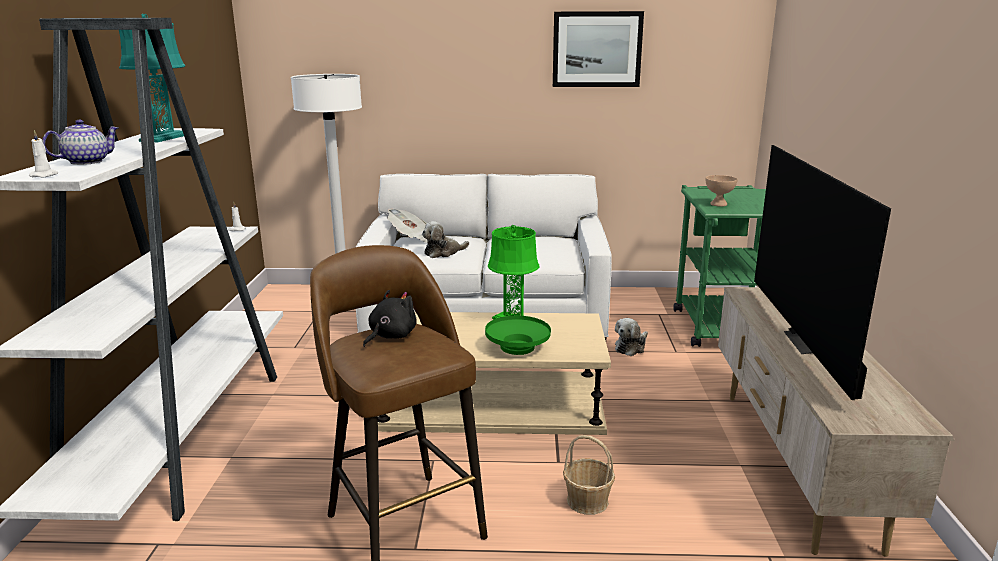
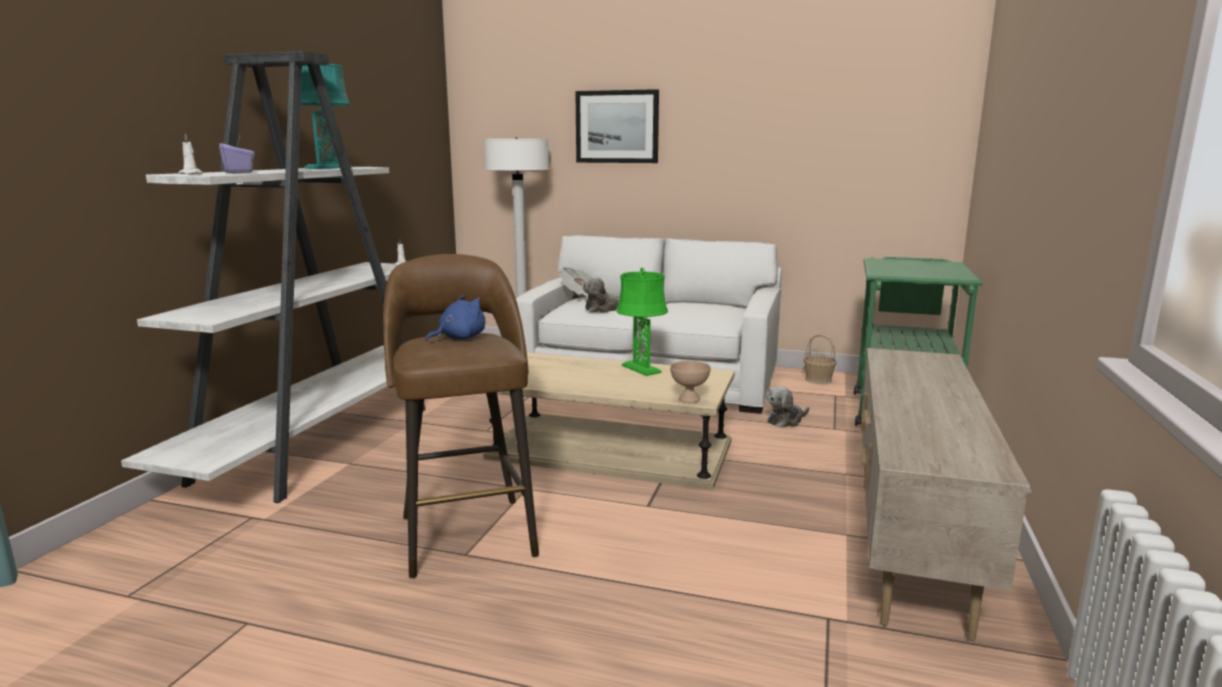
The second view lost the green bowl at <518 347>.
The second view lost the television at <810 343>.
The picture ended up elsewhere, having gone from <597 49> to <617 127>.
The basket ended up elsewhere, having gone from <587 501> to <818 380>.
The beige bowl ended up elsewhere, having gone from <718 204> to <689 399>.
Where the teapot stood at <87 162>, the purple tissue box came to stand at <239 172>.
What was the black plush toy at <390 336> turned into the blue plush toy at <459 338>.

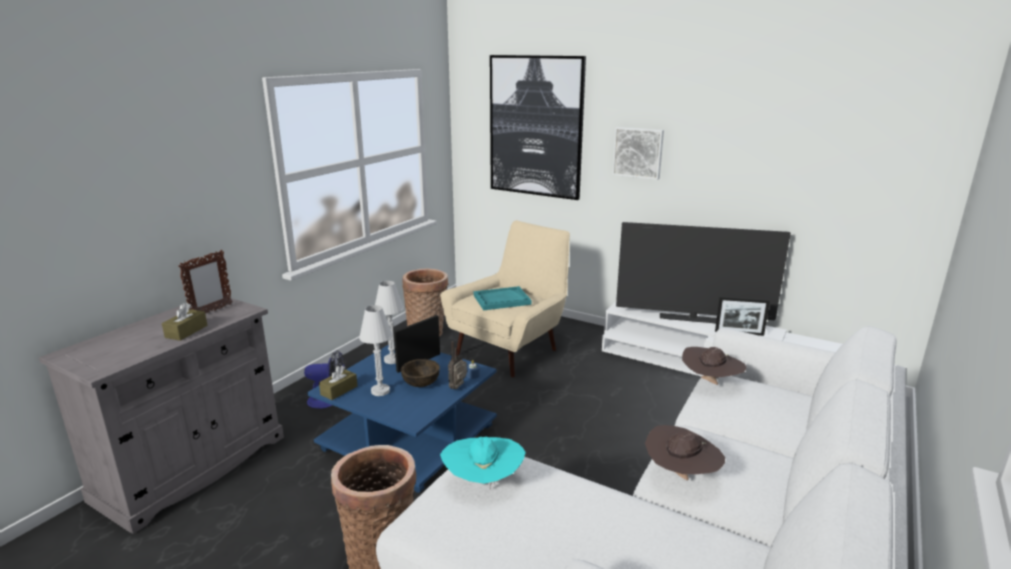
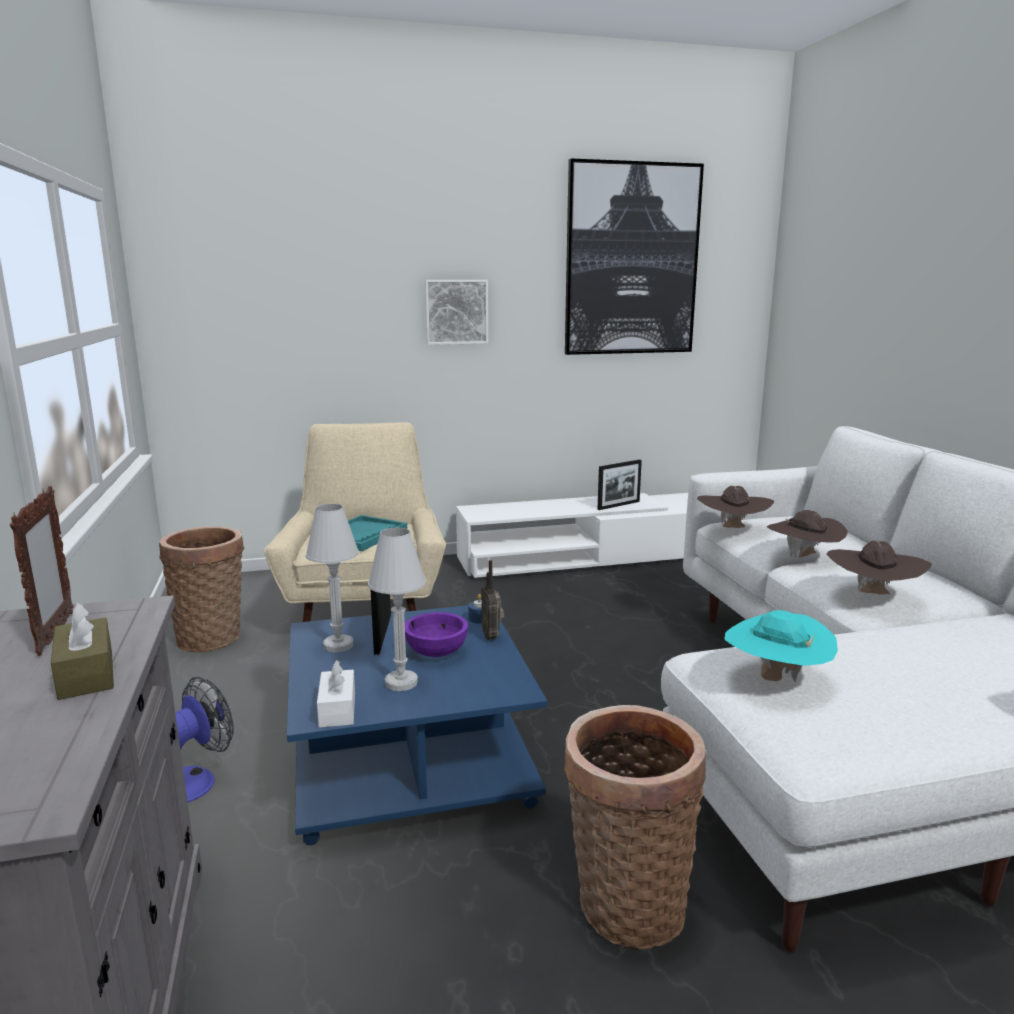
The second view lost the television at <692 319>.
The second view gained the brown hat at <803 558>.
The picture ended up elsewhere, having gone from <536 127> to <631 260>.
What was the brown tissue box at <339 390> turned into the white tissue box at <337 709>.
What was the brown bowl at <421 383> turned into the purple bowl at <437 652>.

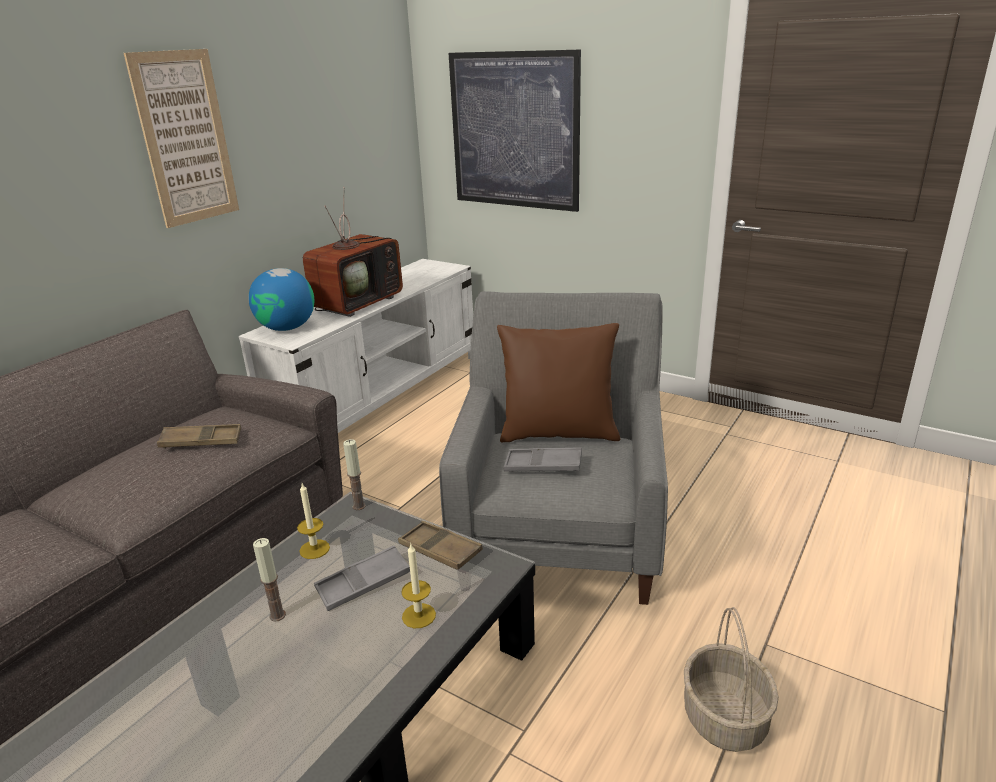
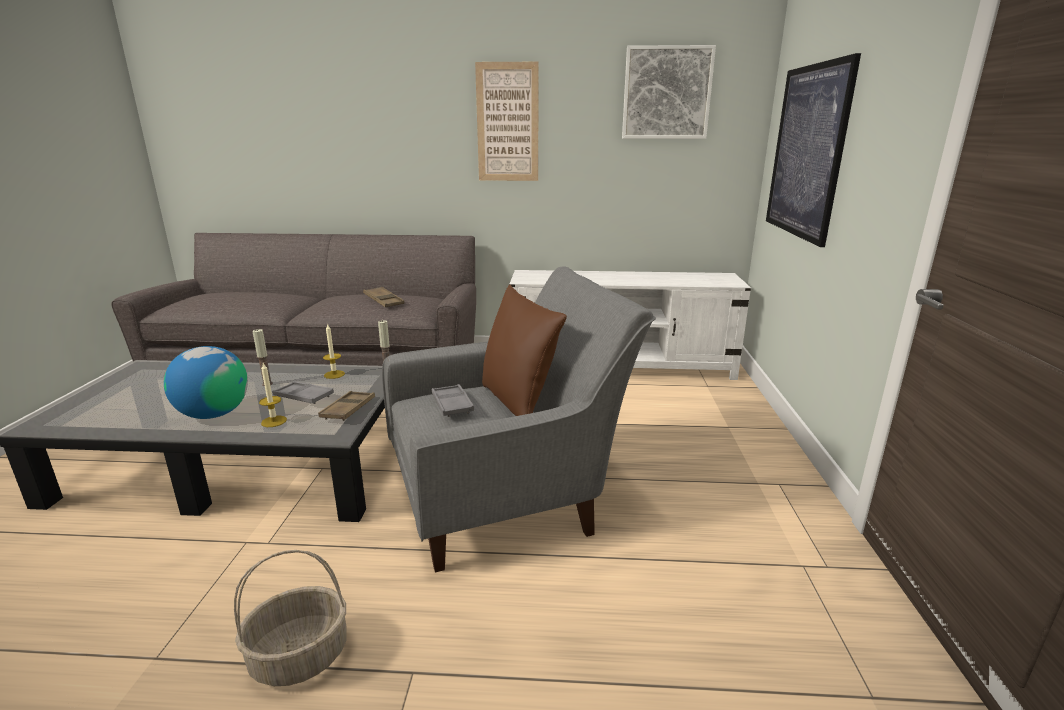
The second view lost the television at <358 302>.
The second view gained the picture at <666 93>.
The globe ended up elsewhere, having gone from <287 328> to <214 414>.

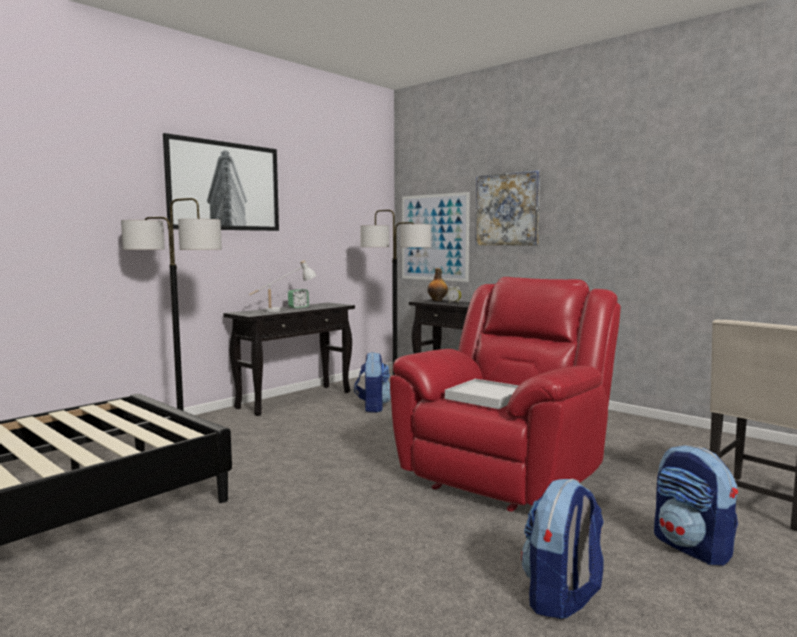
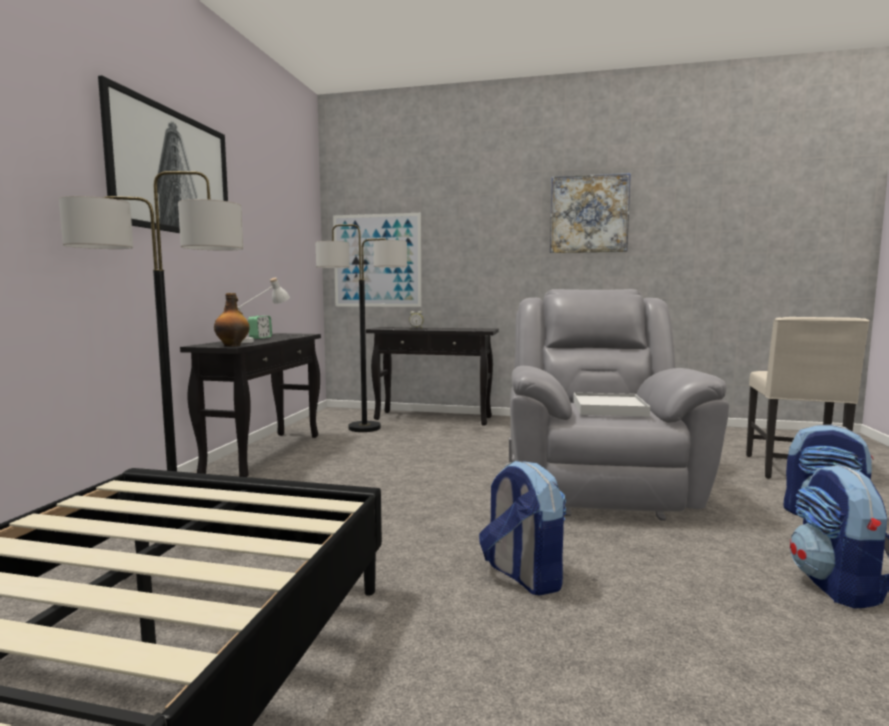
The backpack ended up elsewhere, having gone from <373 407> to <522 575>.
The bottle ended up elsewhere, having gone from <437 300> to <233 345>.
The picture ended up elsewhere, having gone from <507 209> to <589 214>.
What was the red armchair at <506 471> turned into the grey armchair at <597 485>.

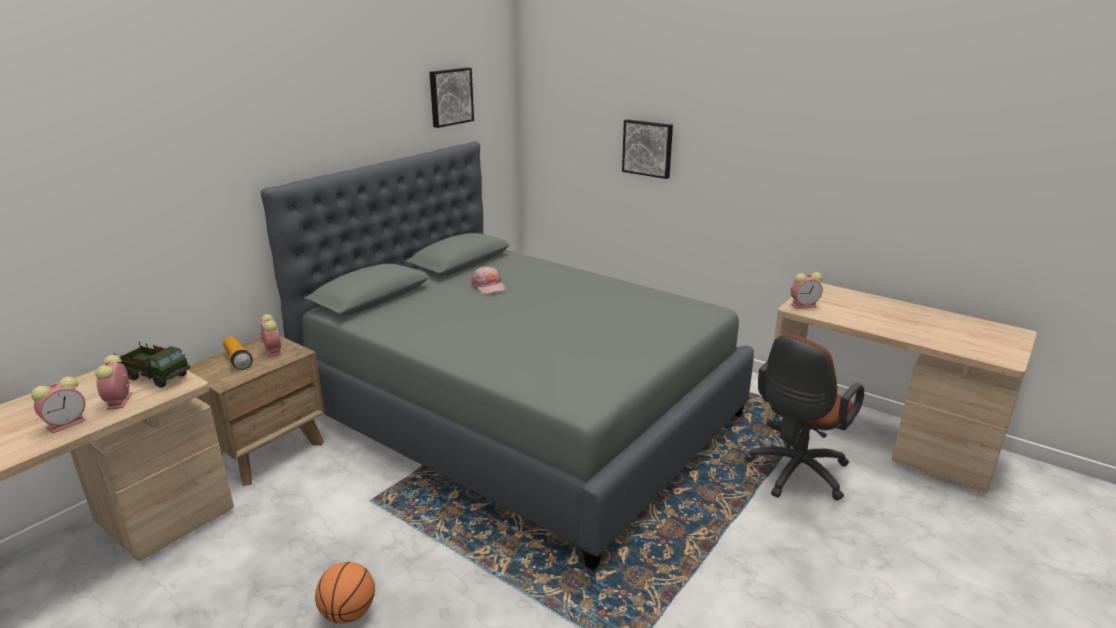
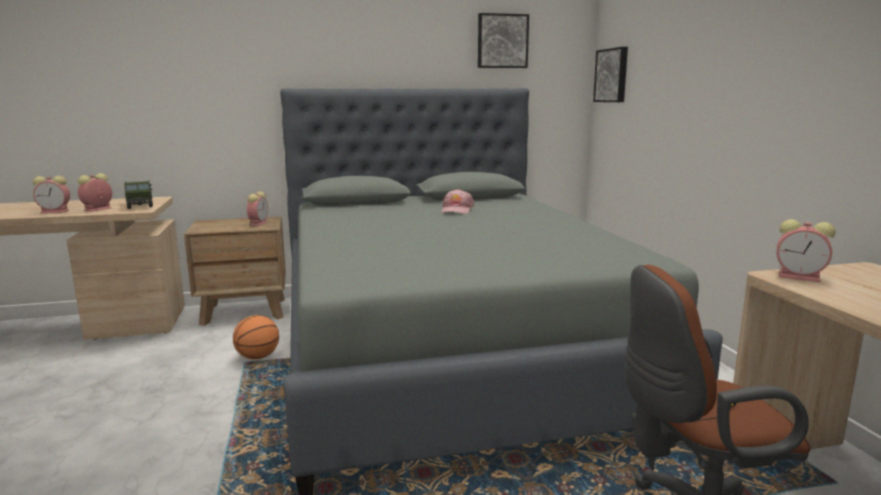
The second view lost the flashlight at <238 360>.
The basketball ended up elsewhere, having gone from <348 613> to <258 357>.
The picture ended up elsewhere, having gone from <648 148> to <612 75>.

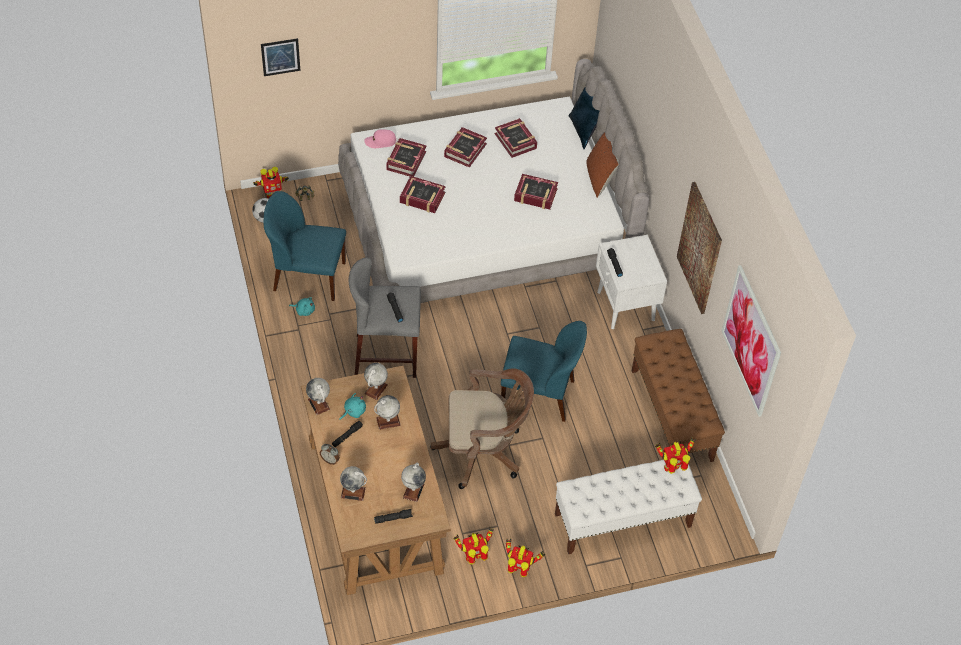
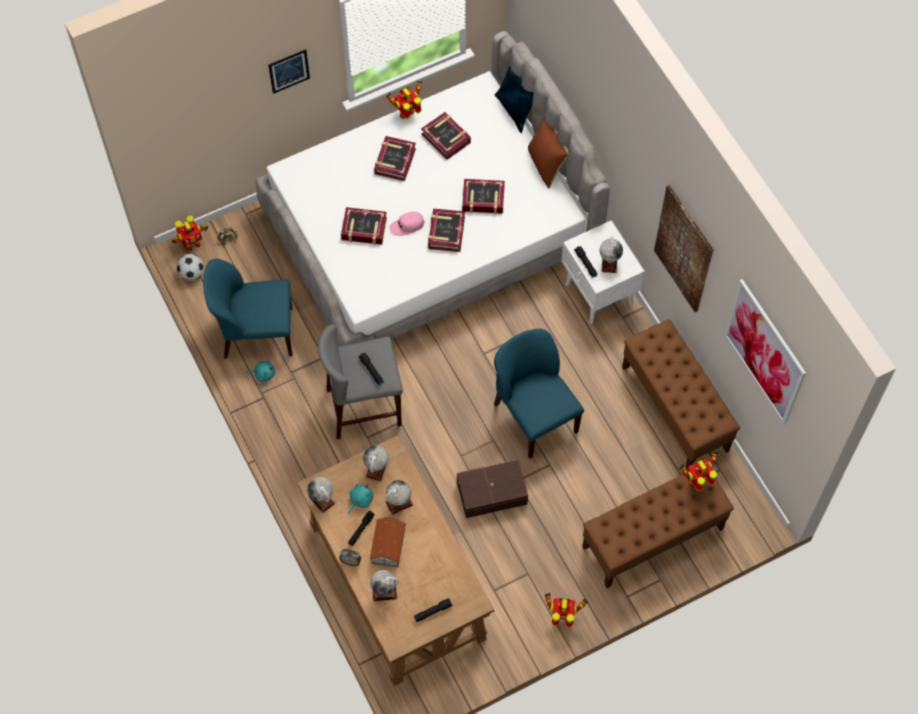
The second view gained the toy house at <387 546>.
The picture ended up elsewhere, having gone from <280 57> to <289 71>.
The pink cap ended up elsewhere, having gone from <380 141> to <407 225>.
The book ended up elsewhere, having gone from <406 160> to <446 233>.
The globe ended up elsewhere, having gone from <413 490> to <609 263>.
The toy robot ended up elsewhere, having gone from <474 558> to <408 114>.
Where the brown office chair stood at <483 451>, the brown storage box came to stand at <492 494>.
What was the white bench at <622 520> turned into the brown bench at <652 538>.
The blue chair at <539 395> ended up facing another way, 120 degrees counterclockwise from before.

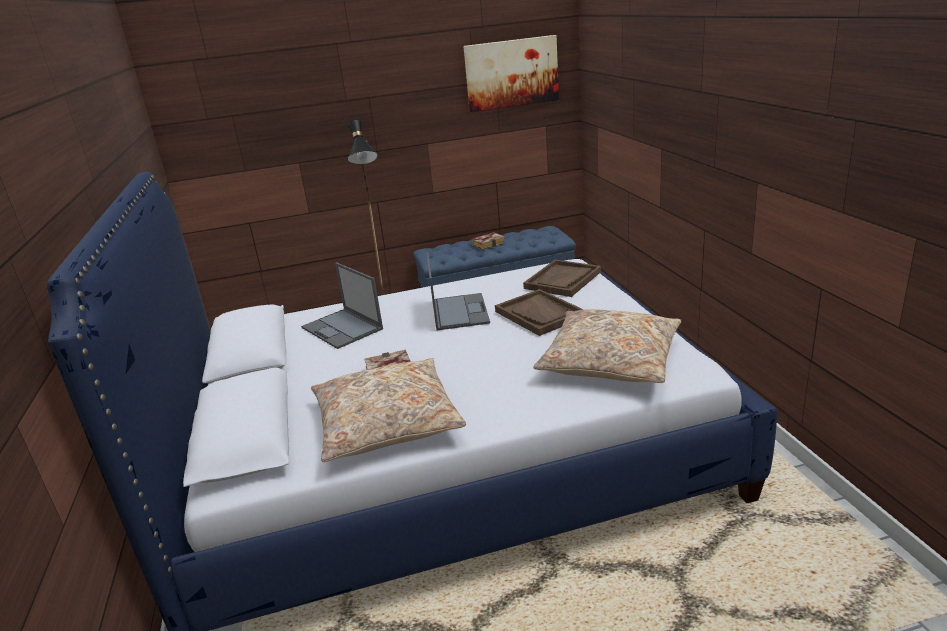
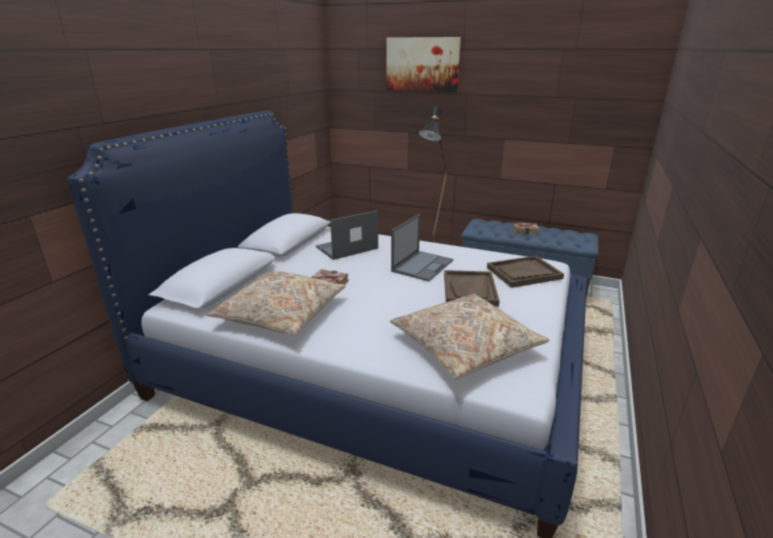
The picture ended up elsewhere, having gone from <511 73> to <422 64>.
The laptop at <343 328> ended up facing another way, 60 degrees clockwise from before.

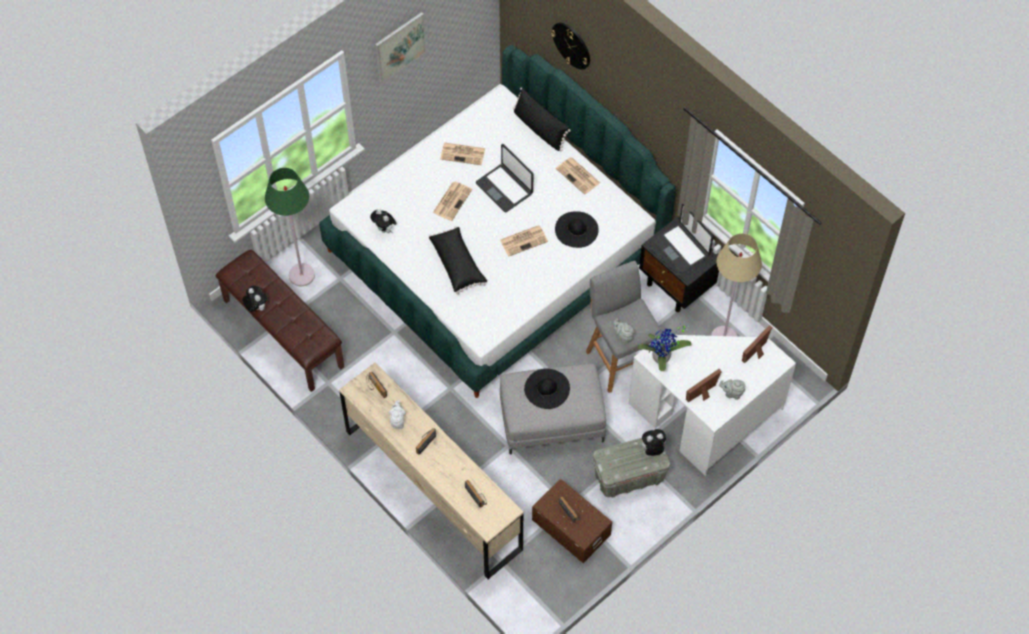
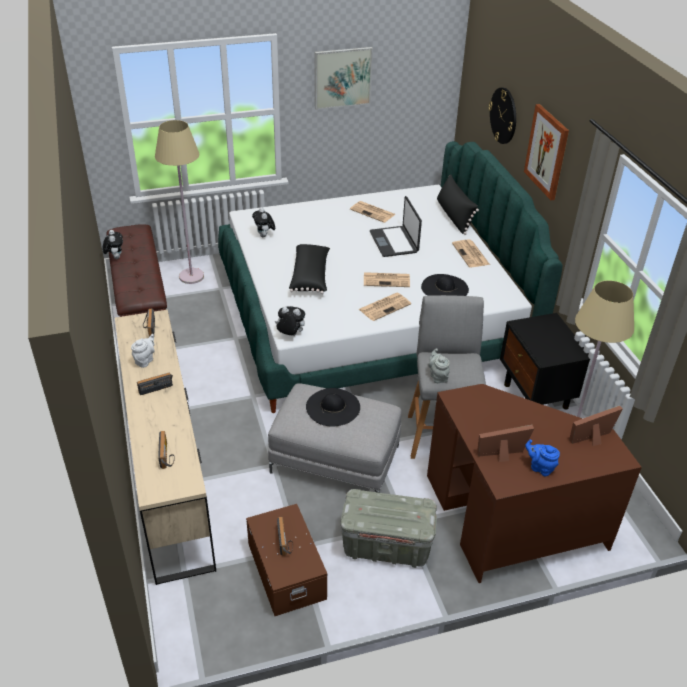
The second view lost the potted plant at <662 359>.
The second view lost the laptop at <681 248>.
The second view gained the picture at <547 152>.
The newspaper ended up elsewhere, having gone from <452 200> to <385 306>.
The plush toy ended up elsewhere, having gone from <652 450> to <290 335>.
What was the green floor lamp at <302 275> turned into the beige floor lamp at <191 276>.
What was the white desk at <706 416> turned into the brown desk at <510 522>.
What was the grey teapot at <732 393> turned into the blue teapot at <540 467>.

